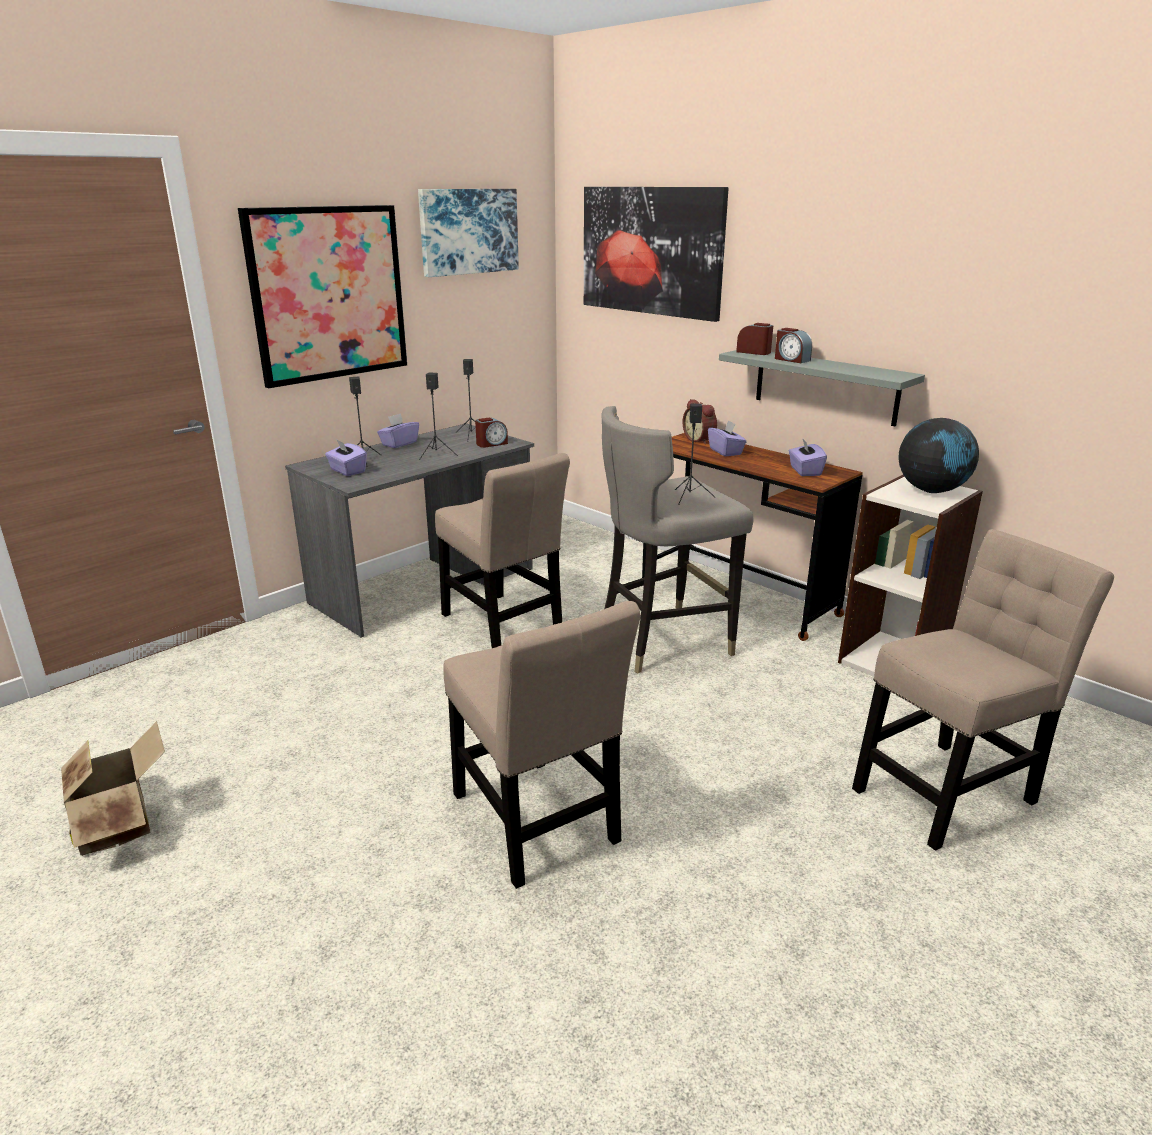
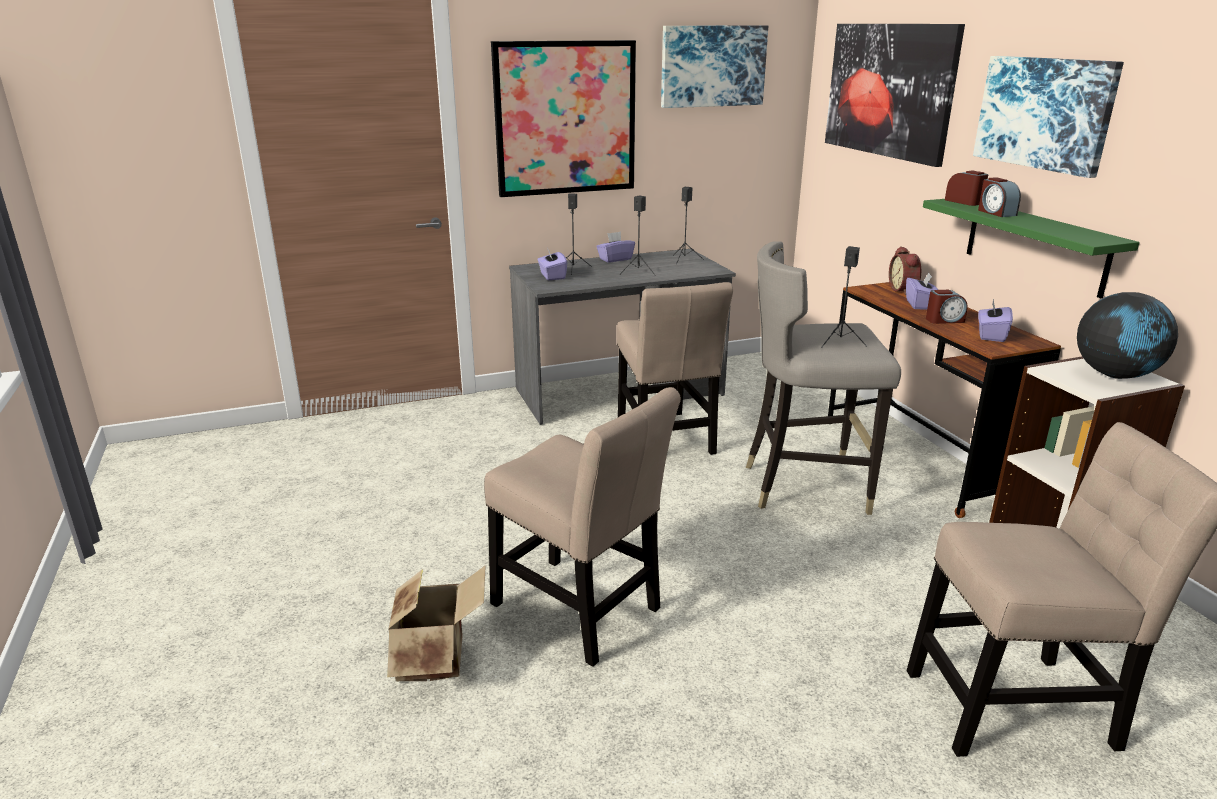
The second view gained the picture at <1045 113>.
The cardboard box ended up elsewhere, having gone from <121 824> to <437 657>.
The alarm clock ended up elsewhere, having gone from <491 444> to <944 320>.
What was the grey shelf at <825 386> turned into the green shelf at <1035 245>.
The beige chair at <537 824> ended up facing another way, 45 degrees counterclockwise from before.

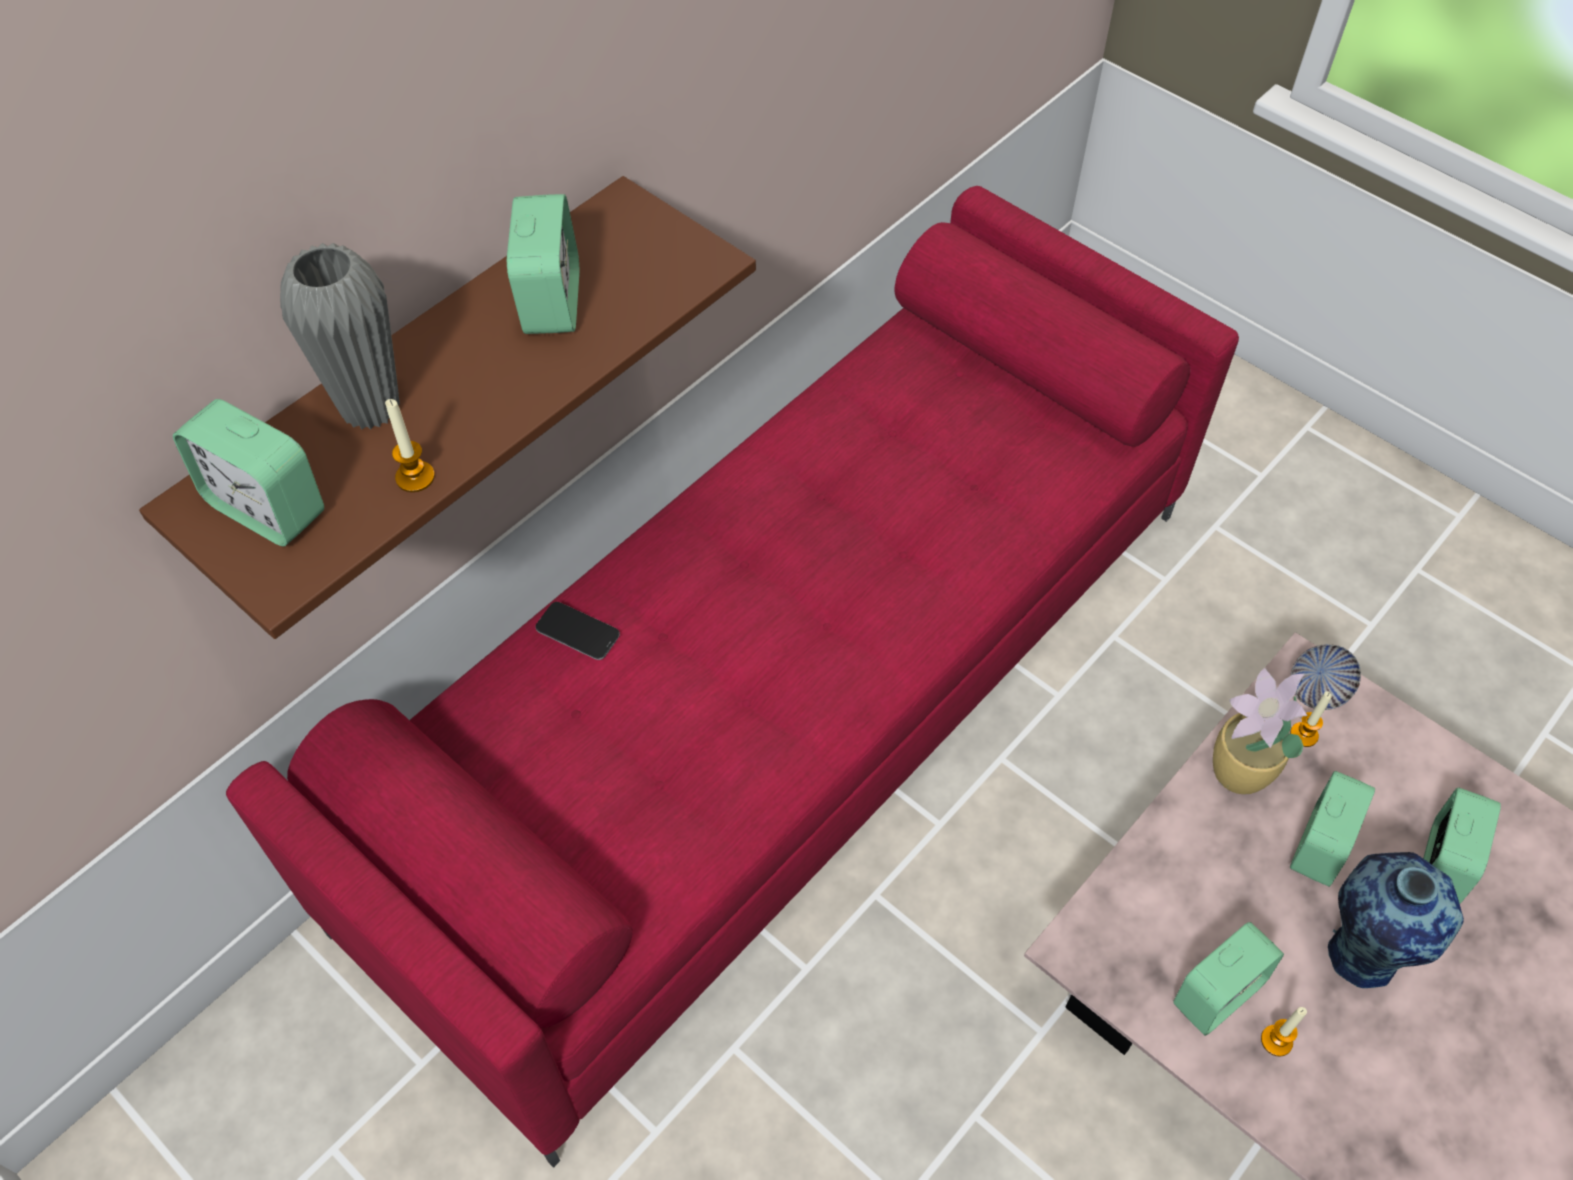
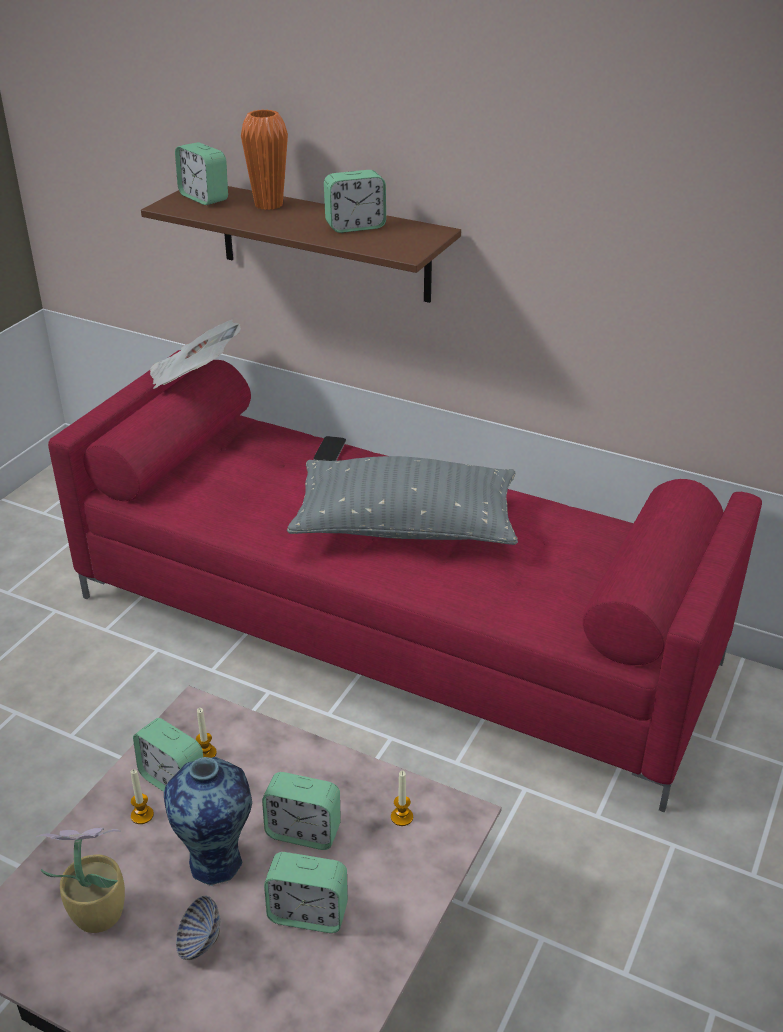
The second view gained the newspaper at <194 377>.
The second view gained the grey pillow at <405 527>.
The candle ended up elsewhere, having gone from <415 477> to <205 753>.
The potted plant ended up elsewhere, having gone from <1238 774> to <96 913>.
The bowl ended up elsewhere, having gone from <1317 689> to <199 942>.
What was the grey vase at <370 407> turned into the orange vase at <268 205>.
The alarm clock at <267 508> ended up facing another way, 60 degrees counterclockwise from before.

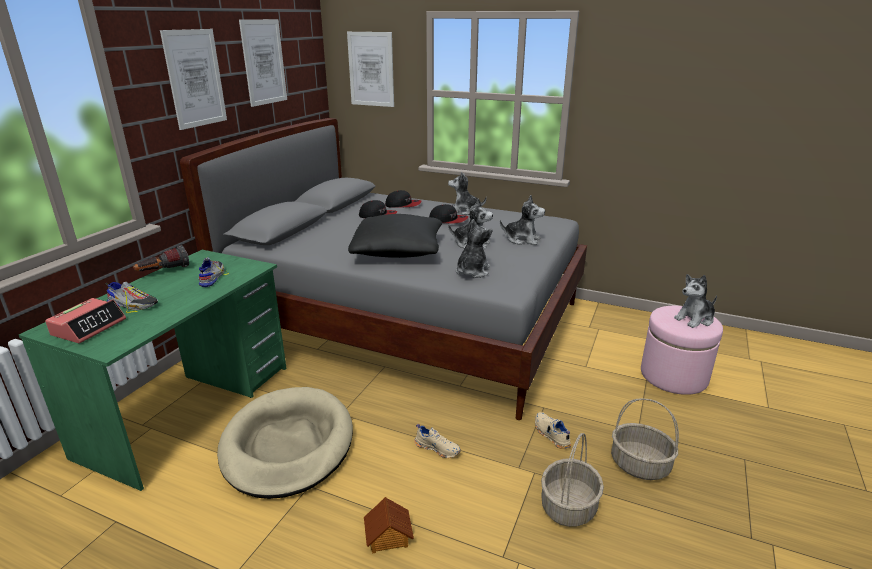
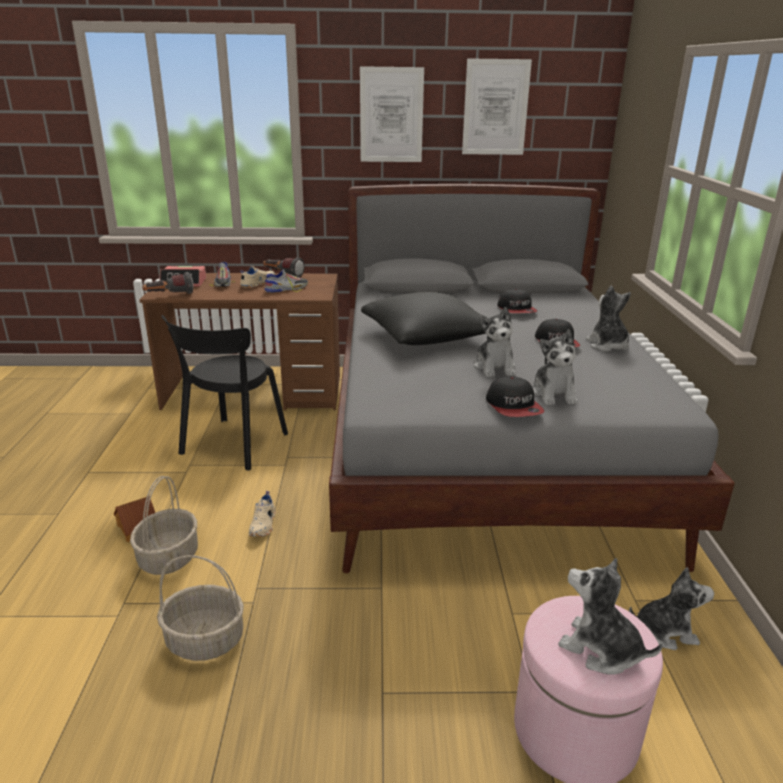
The second view lost the picture at <371 69>.
The second view gained the flashlight at <169 295>.
The cap ended up elsewhere, having gone from <403 205> to <514 407>.
The plush toy ended up elsewhere, having gone from <472 271> to <665 631>.
The beige shoe ended up elsewhere, having gone from <551 434> to <257 284>.
The basket ended up elsewhere, having gone from <639 465> to <168 557>.
Where the beige dog bed stood at <287 445>, the black chair came to stand at <232 446>.
What was the green desk at <190 409> turned into the brown desk at <254 393>.

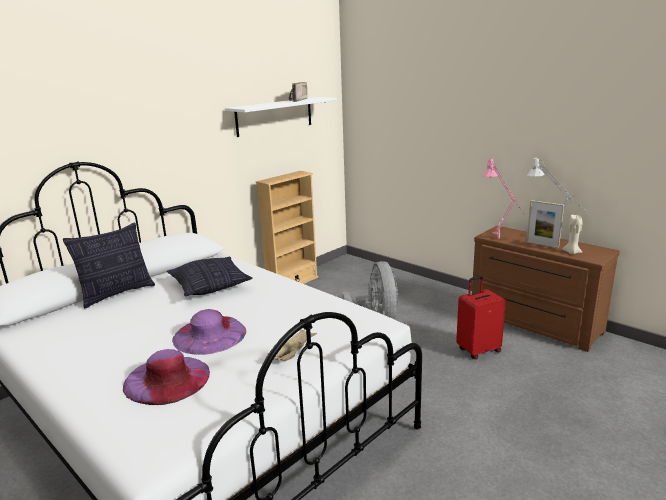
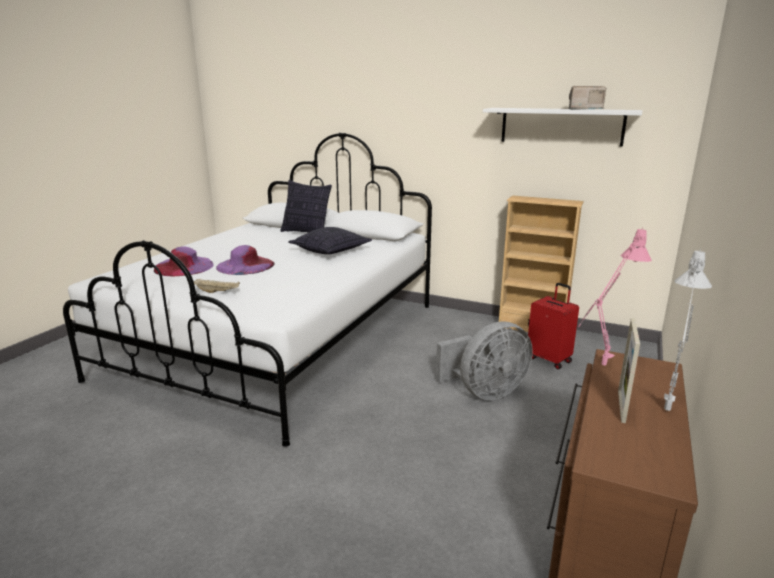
The second view lost the beige candle at <571 252>.
The red suitcase ended up elsewhere, having gone from <478 350> to <549 359>.

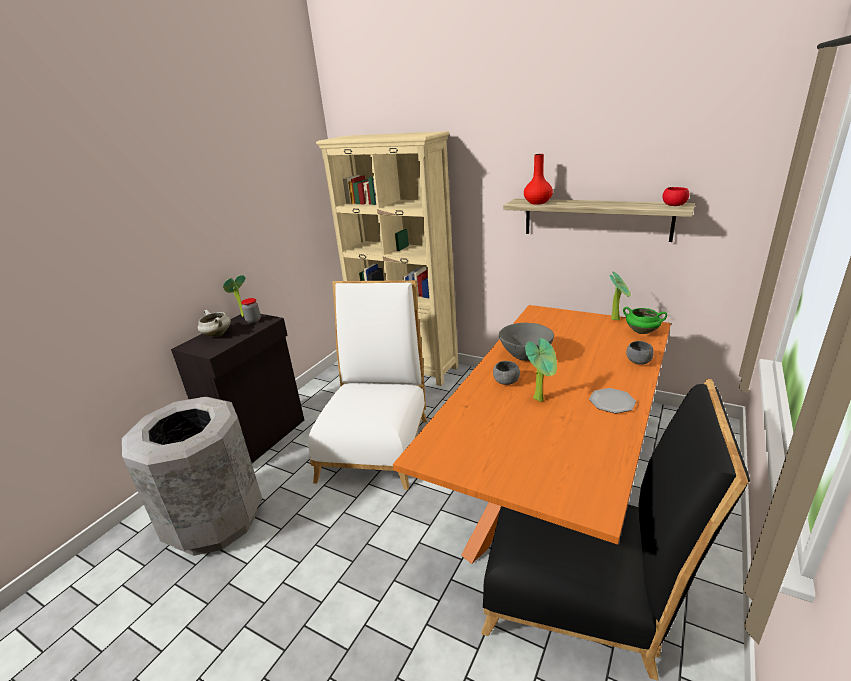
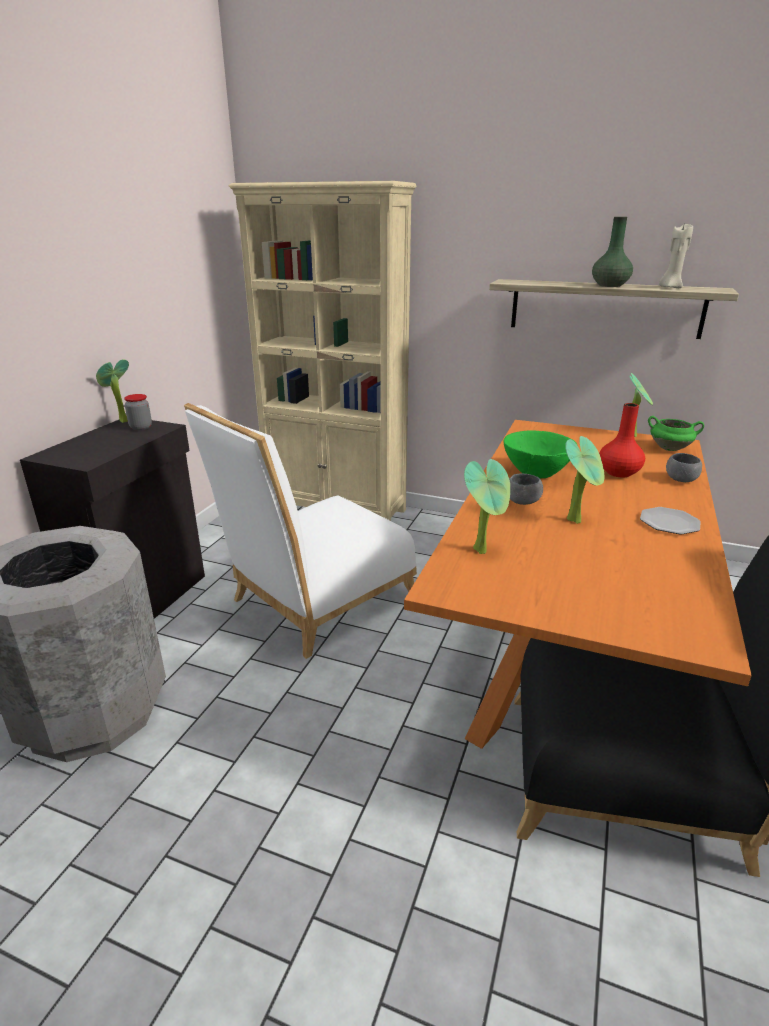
The second view lost the white cooking pot at <216 335>.
The second view lost the red bowl at <674 205>.
The second view gained the potted plant at <483 550>.
The second view gained the green vase at <609 285>.
The second view gained the beige candle at <670 287>.
The red vase ended up elsewhere, having gone from <538 203> to <619 473>.
What was the grey bowl at <525 357> turned into the green bowl at <536 474>.
The white chair at <377 443> ended up facing another way, 135 degrees counterclockwise from before.

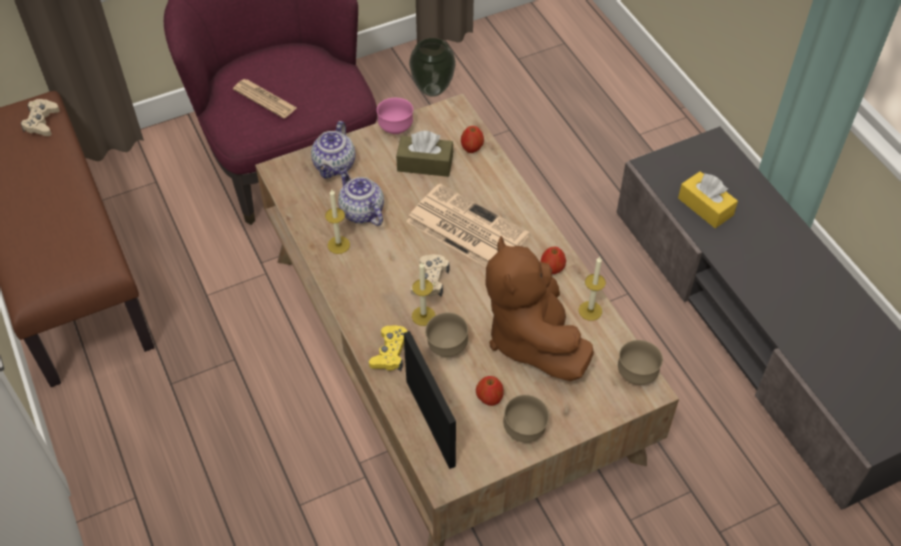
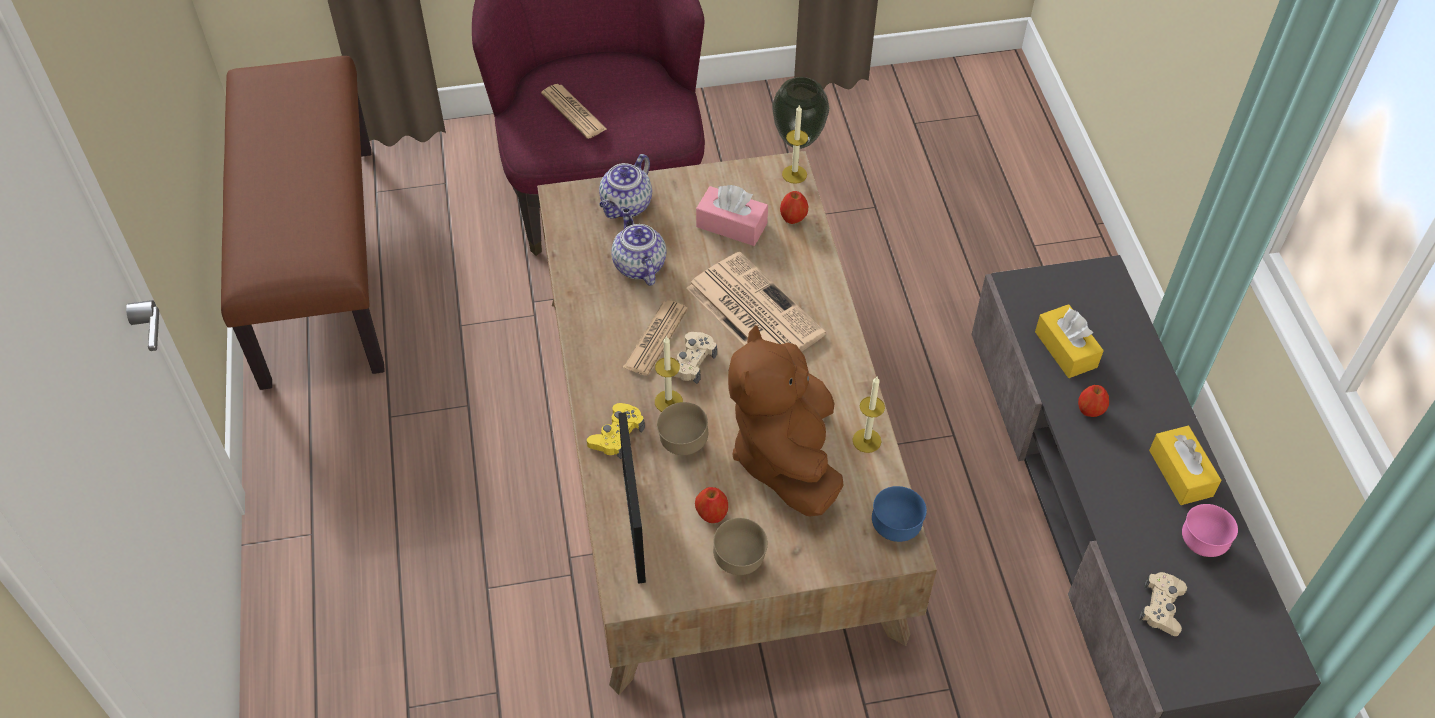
The second view gained the newspaper at <655 338>.
The second view gained the yellow tissue box at <1180 473>.
The beige game controller ended up elsewhere, having gone from <41 122> to <1161 607>.
The candle ended up elsewhere, having gone from <338 245> to <794 174>.
The pink bowl ended up elsewhere, having gone from <395 128> to <1201 544>.
The apple ended up elsewhere, having gone from <552 269> to <1089 411>.
What was the brown tissue box at <425 164> turned into the pink tissue box at <731 225>.
What was the brown bowl at <636 374> turned into the blue bowl at <895 528>.

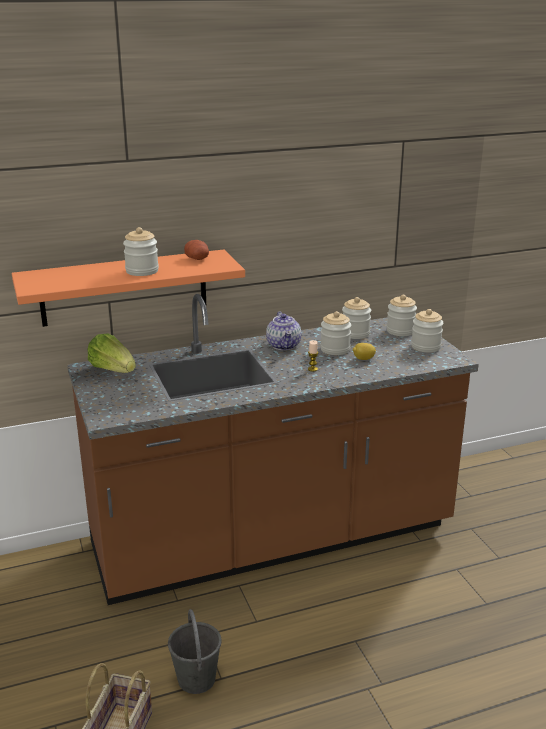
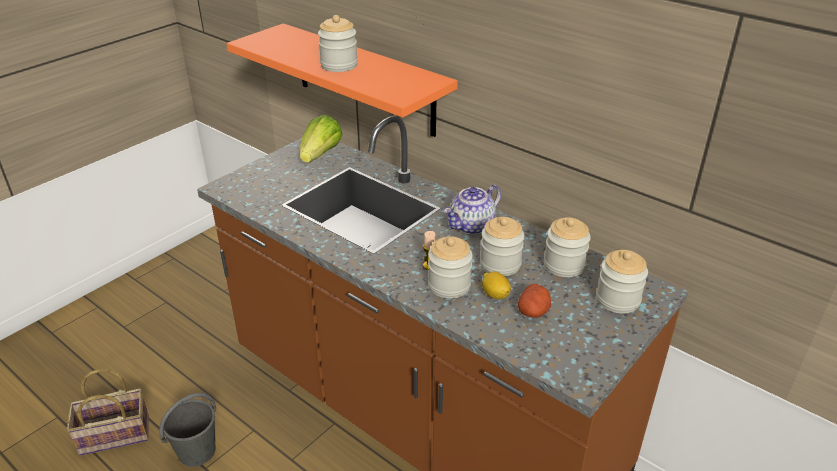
The potato ended up elsewhere, having gone from <198 259> to <533 311>.
The jar ended up elsewhere, having gone from <425 346> to <449 285>.

